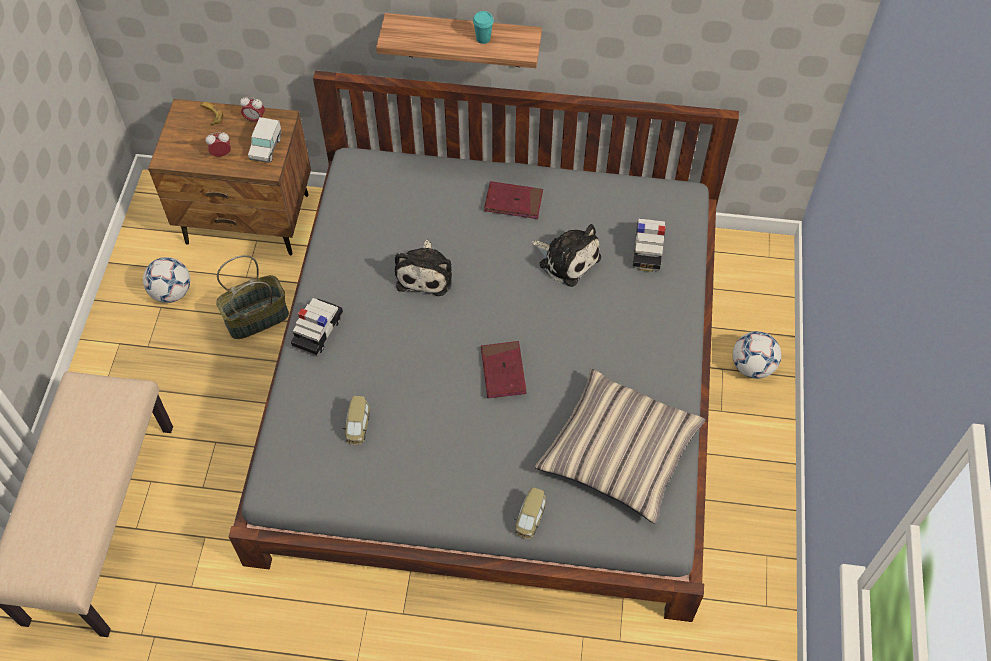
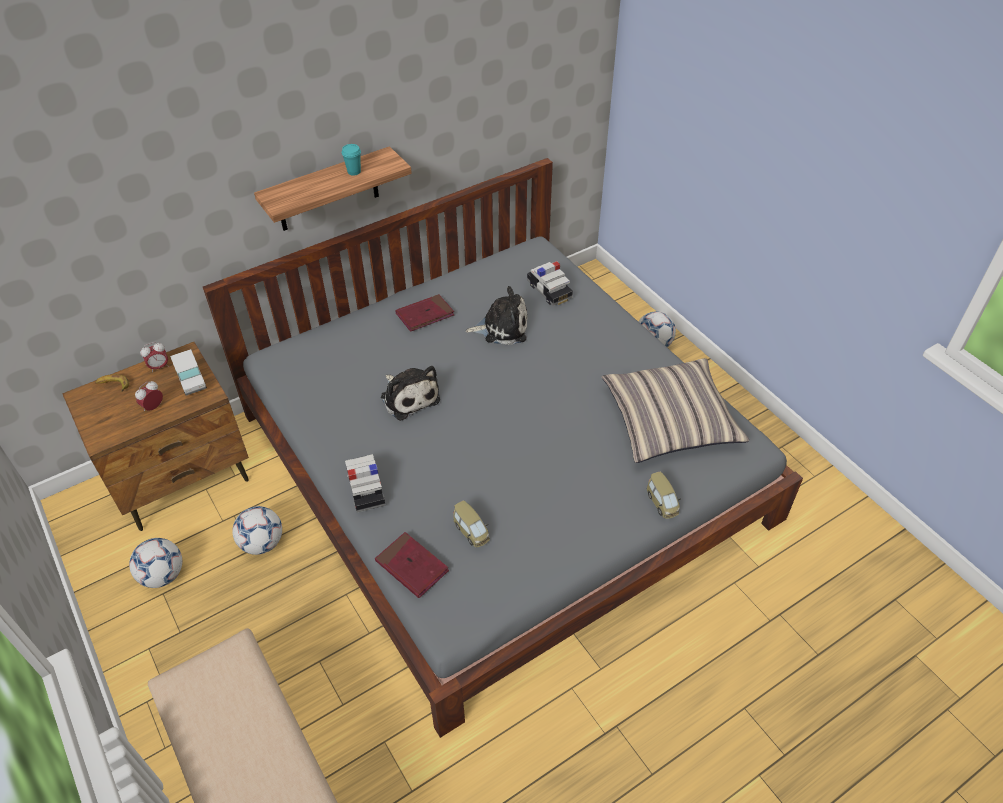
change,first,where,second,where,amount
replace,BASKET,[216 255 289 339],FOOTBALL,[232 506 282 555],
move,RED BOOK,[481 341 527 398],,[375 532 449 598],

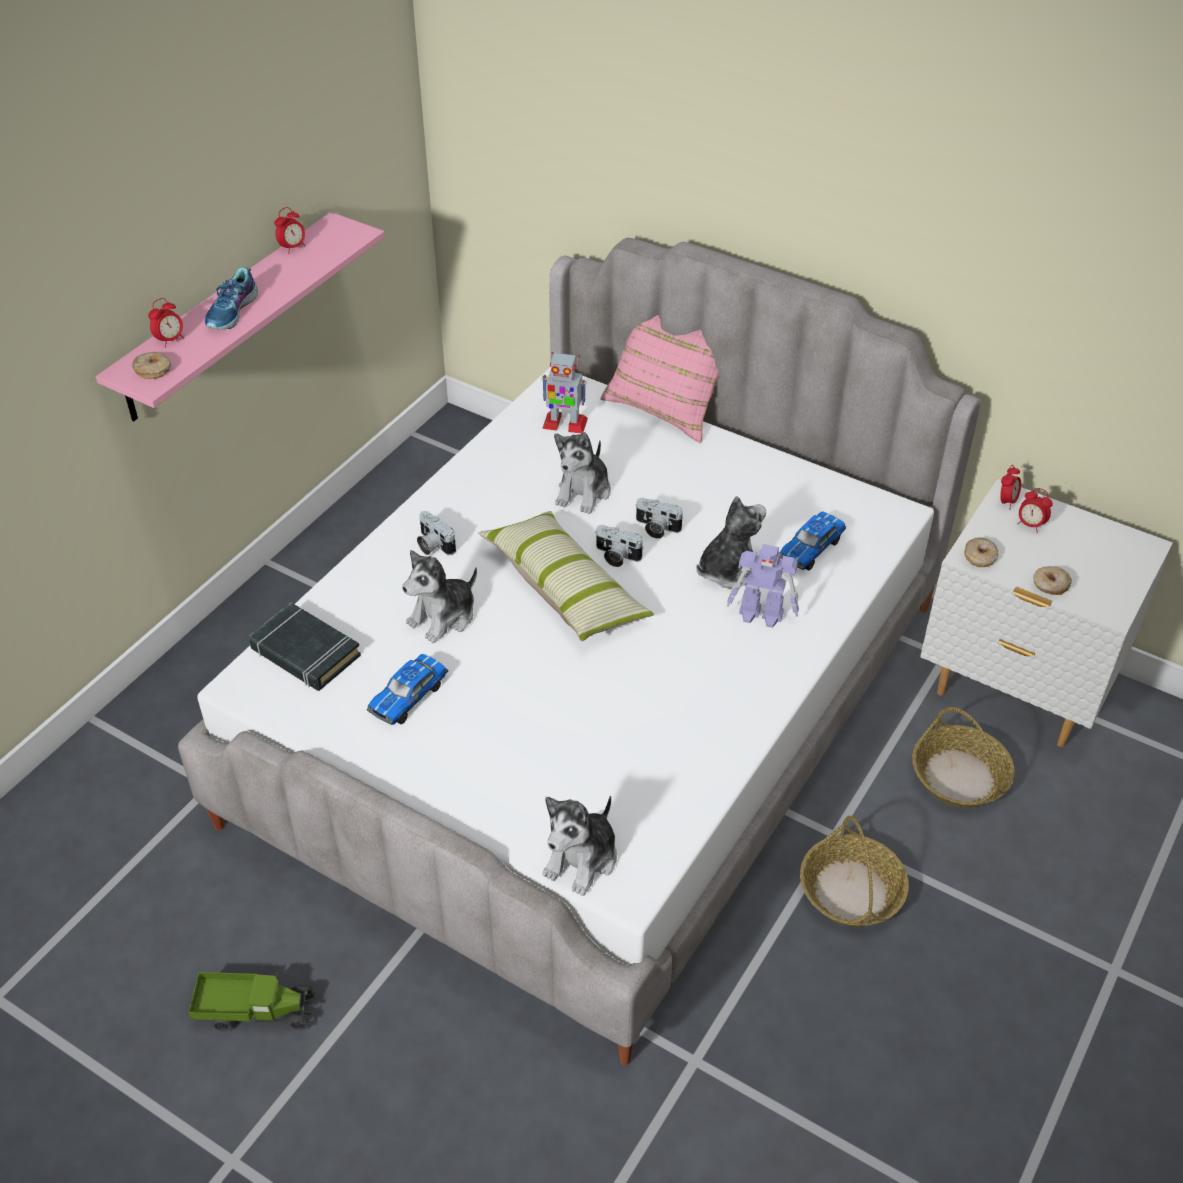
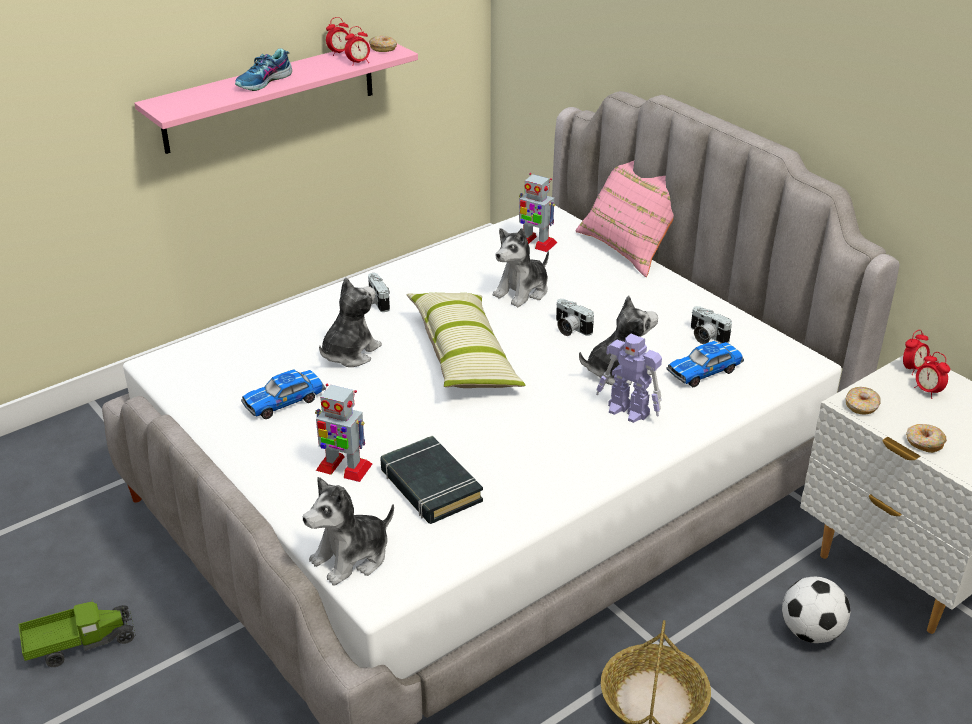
change,first,where,second,where,amount
rotate,TOY TRUCK,[188 970 316 1031],,[18 600 136 667],45 degrees counterclockwise
insert,,,TOY ROBOT,[315 384 372 482],
rotate,PLUSH TOY,[402 550 477 643],,[319 278 382 367],150 degrees clockwise
move,ALARM CLOCK,[148 298 184 348],,[345 26 370 66],
move,DONUT,[132 352 171 379],,[369 36 397 52],
move,BLACK BOOK,[249 602 361 691],,[380 436 483 524],
move,PHOTO CAMERA,[595 525 644 567],,[691 306 732 344],
replace,BASKET,[912 707 1015 808],FOOTBALL,[782 577 850 643],

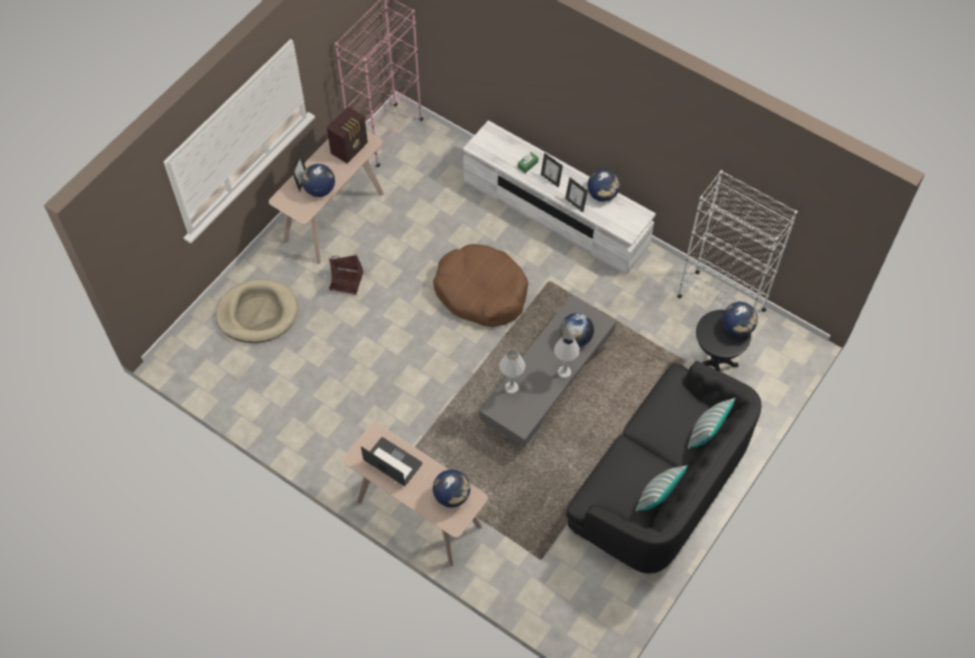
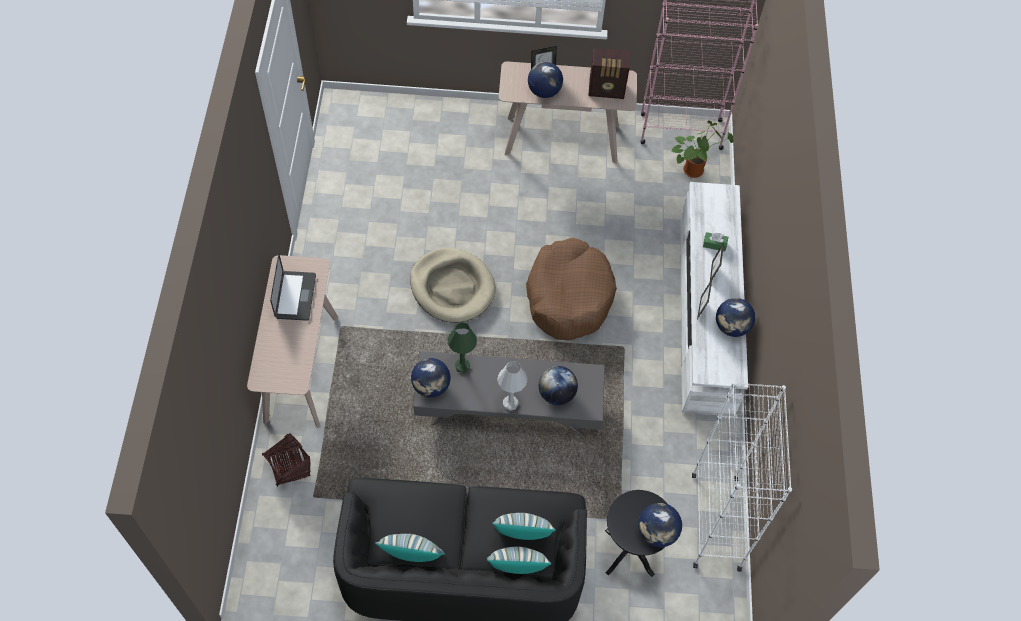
change,first,where,second,where,amount
move,BASKET,[329 255 363 295],,[262 433 311 487],
move,BEIGE DOG BED,[216 279 298 343],,[410 248 496 323],
move,GLOBE,[433 470 470 507],,[411 358 450 398],
recolor,WHITE TABLE LAMP,[499 350 525 394],GREEN TABLE LAMP,[448 322 477 373],
insert,,,PILLOW,[492 513 555 540],
insert,,,POTTED PLANT,[672 120 734 178],

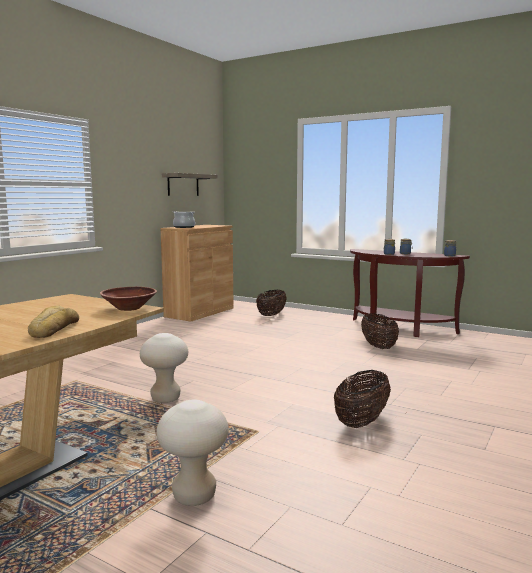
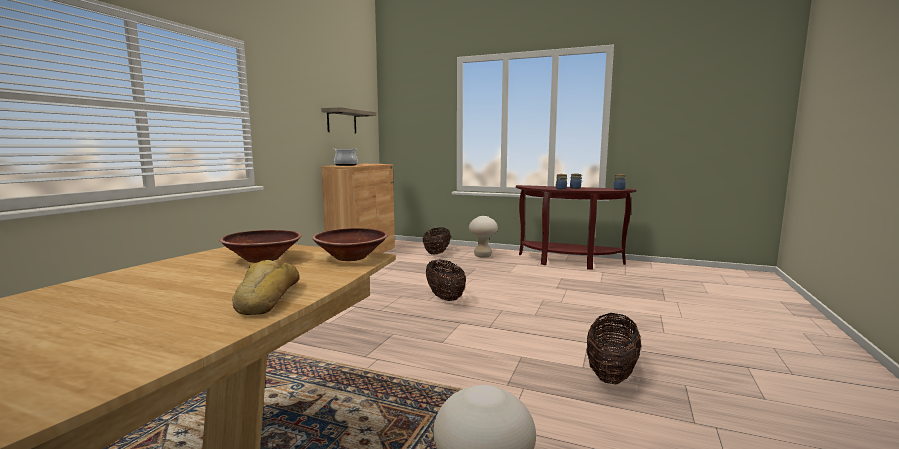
change,first,where,second,where,amount
insert,,,BROWN BOWL,[219 230 301 263],
move,BASKET,[361 313 399 349],,[426 260 466 301],
move,BEIGE STOOL,[140 333 188 403],,[469 216 498 258],

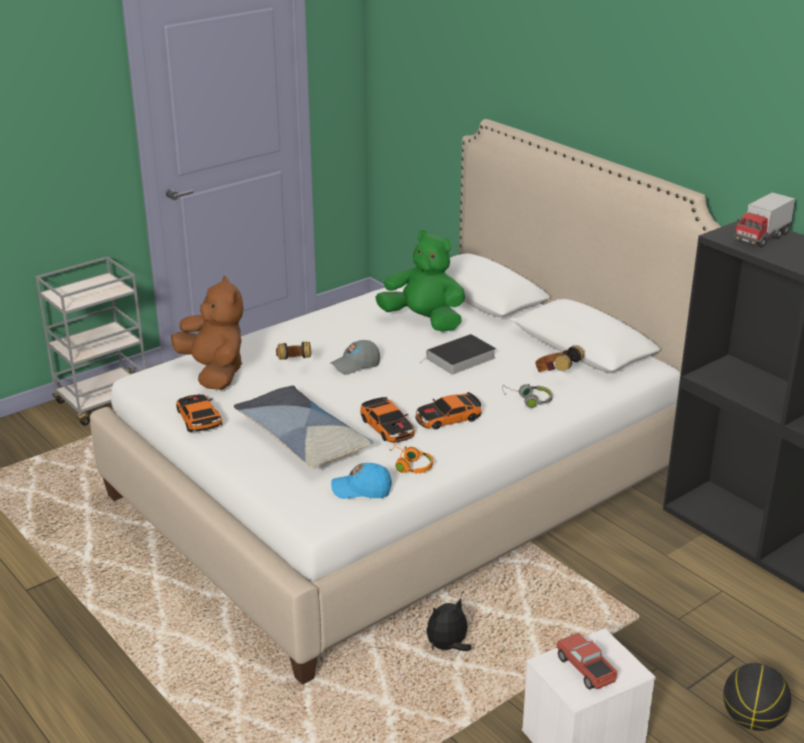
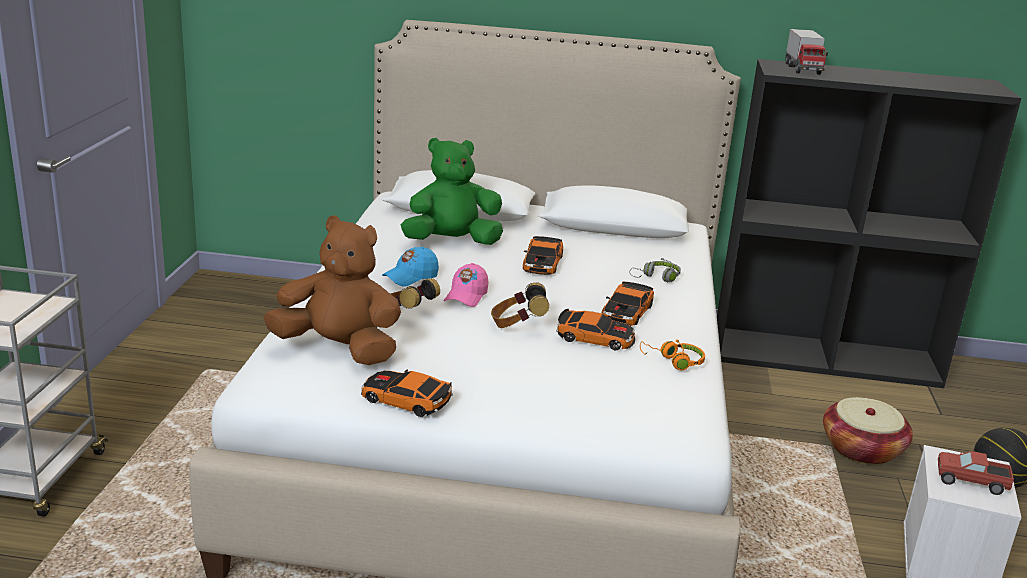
change,first,where,second,where,amount
move,BLUE CAP,[331 463 392 499],,[382 247 439 287],
recolor,GREY CAP,[330 340 380 375],PINK CAP,[443 263 489 307],
move,HEADPHONES,[535 345 584 372],,[491 282 549 328],
replace,BOOK,[421 334 496 374],TOY CAR,[523 236 563 275],
insert,,,BASKET,[823 397 913 465],
delete,PILLOW,[234 386 374 469],,,
delete,PLUSH TOY,[426 598 471 651],,,

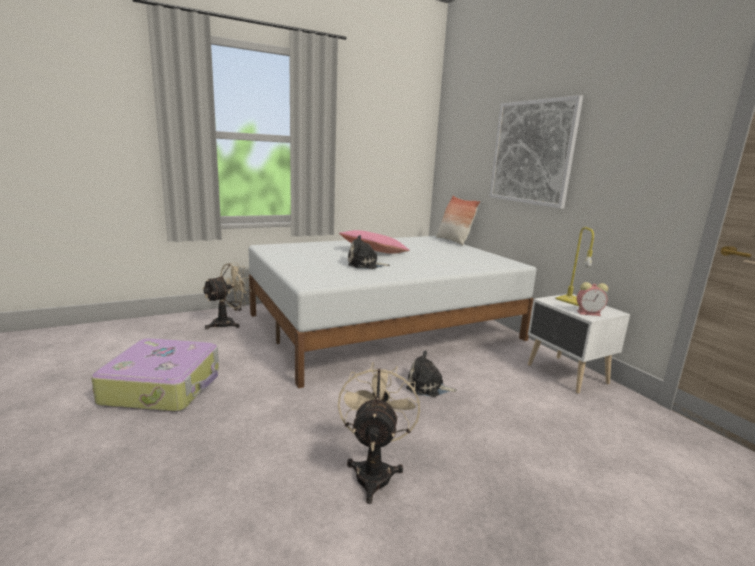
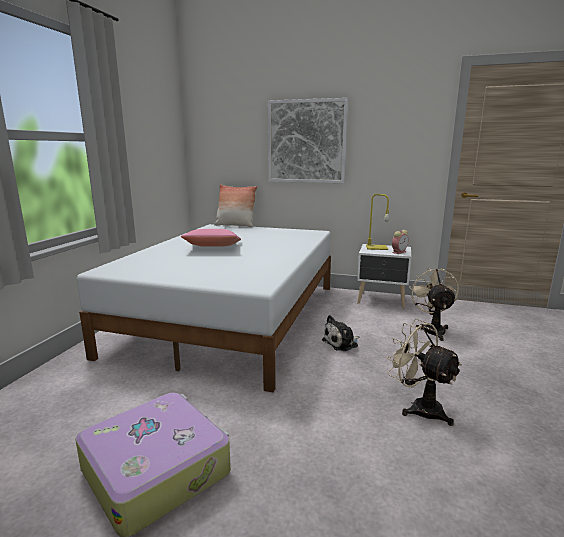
change,first,where,second,where,amount
move,BEIGE FAN,[202 262 252 330],,[409 267 459 341],
delete,PLUSH TOY,[348 235 390 269],,,

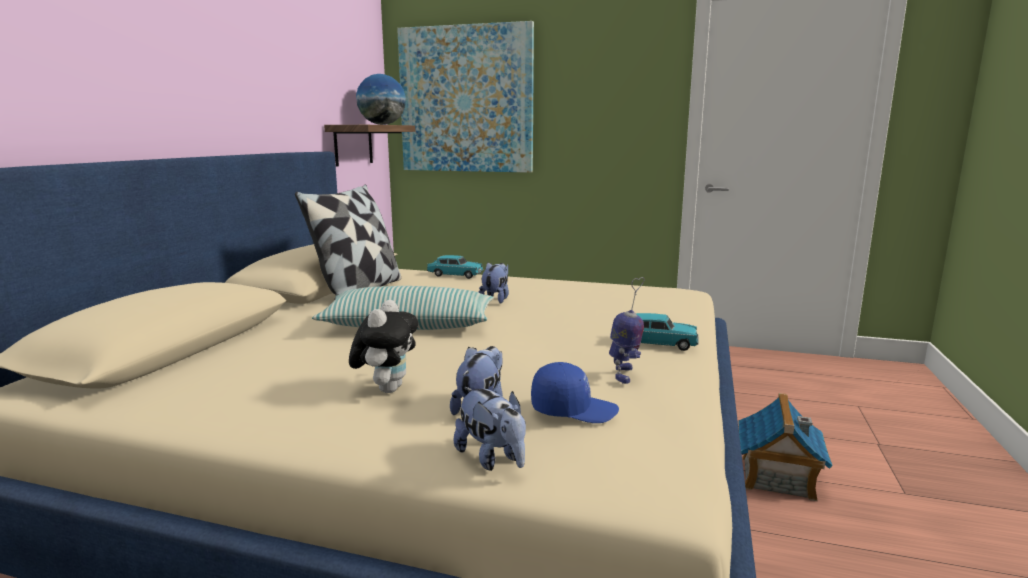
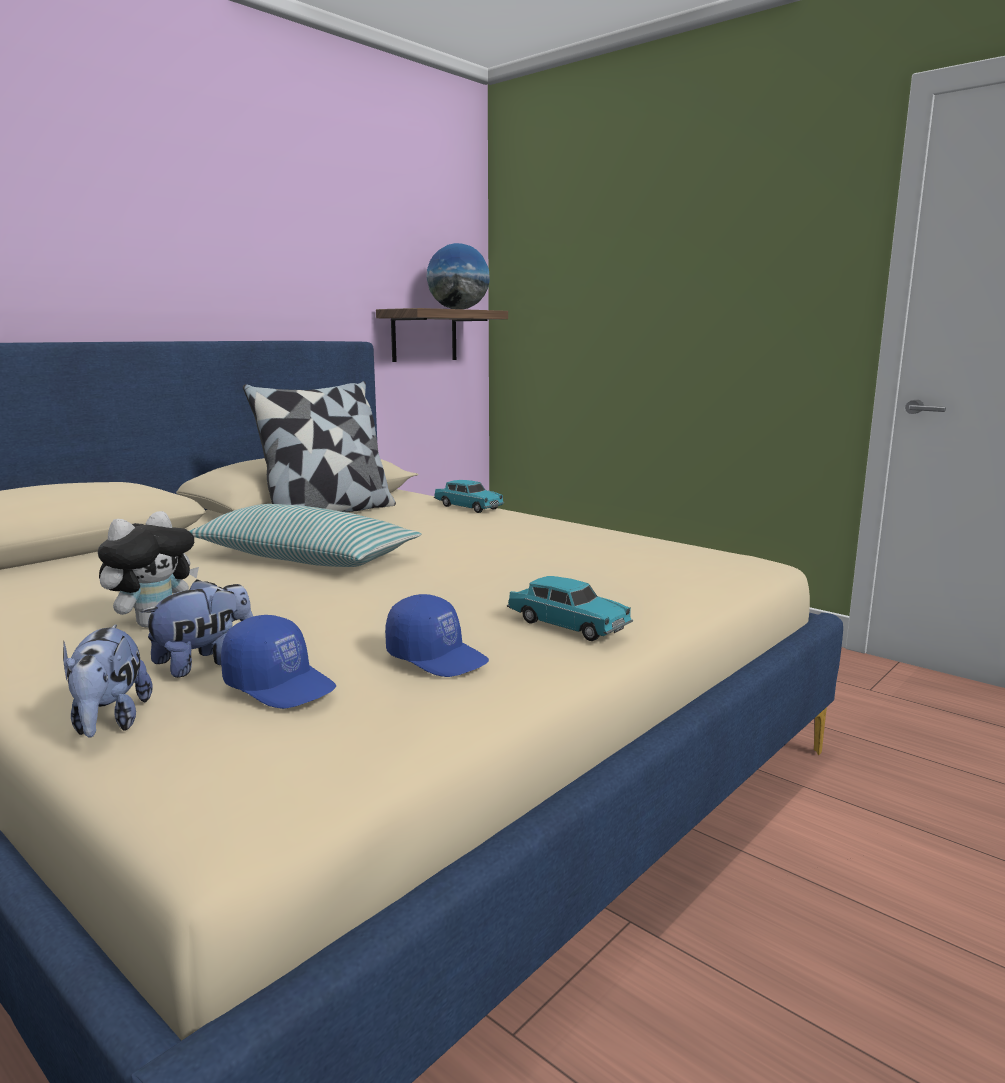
change,first,where,second,where,amount
replace,TOY ROBOT,[609 277 644 384],BLUE CAP,[385 594 489 677],
delete,PICTURE,[397 21 534 173],,,
delete,PLUSH TOY,[479 262 509 303],,,
delete,TOY HOUSE,[739 393 833 501],,,

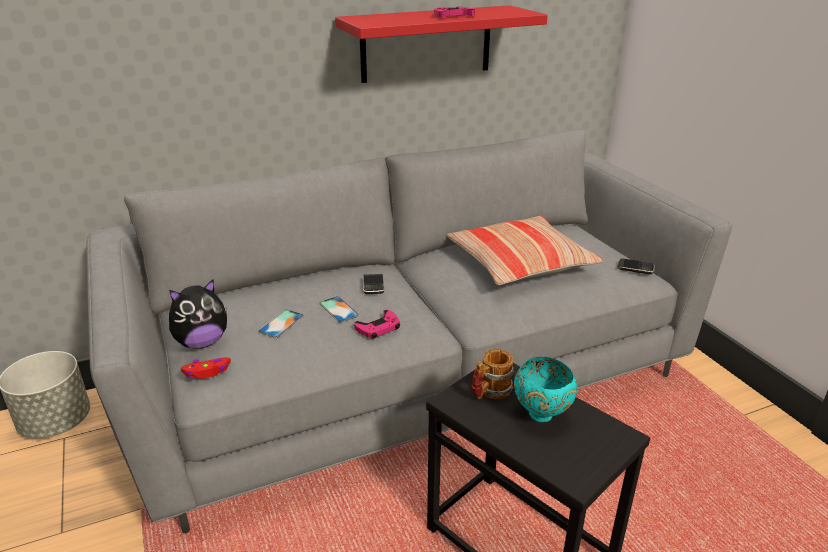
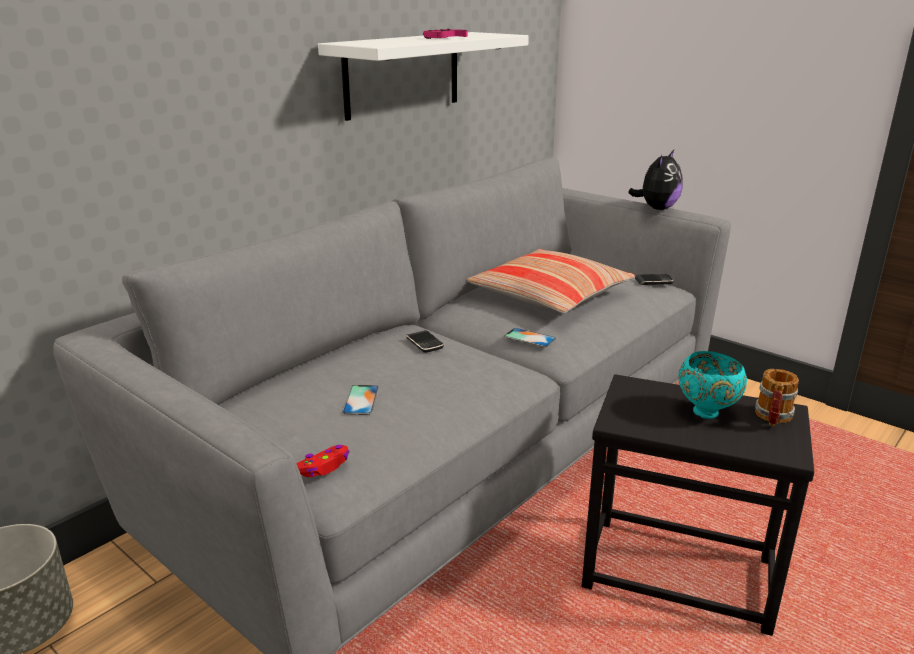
change,first,where,second,where,amount
recolor,RED SHELF,[335 5 548 83],WHITE SHELF,[318 32 529 121],
move,PHONE,[319 296 359 323],,[504 328 556 347],
move,PLUSH TOY,[169 280 227 348],,[628 150 683 210],
move,MUG,[472 349 514 399],,[755 369 799 426],
delete,PINK GAME CONTROLLER,[354 310 400 339],,,

